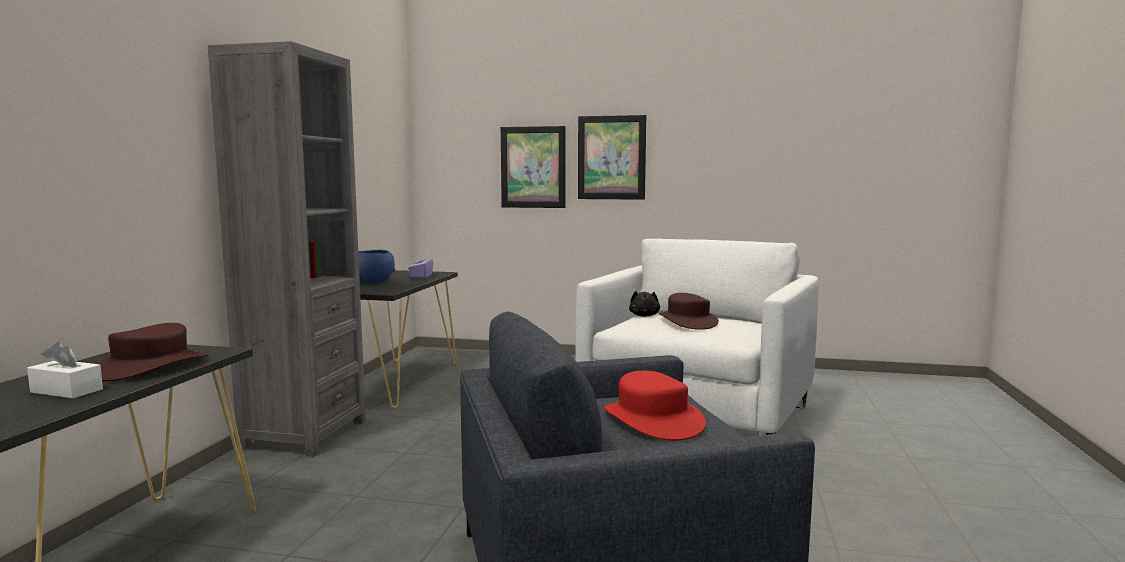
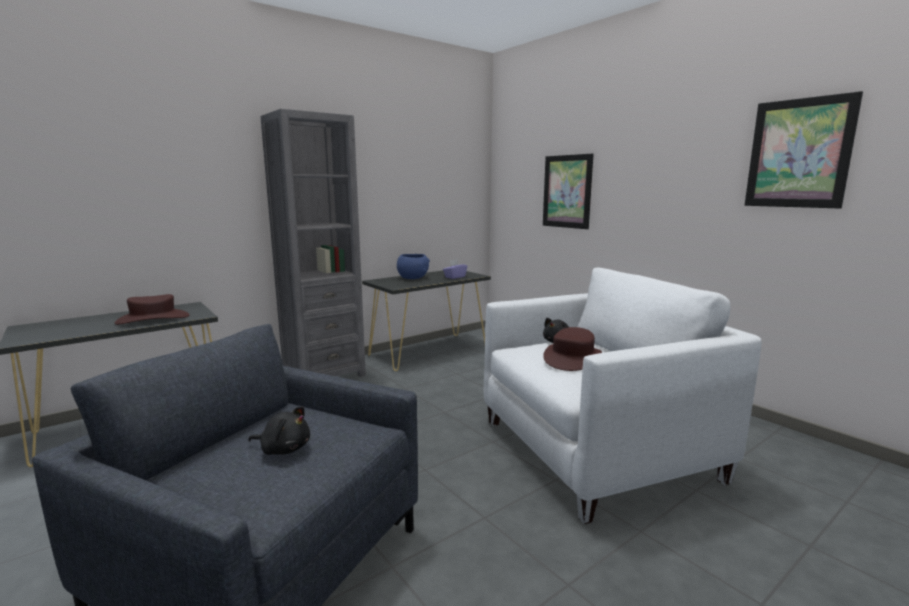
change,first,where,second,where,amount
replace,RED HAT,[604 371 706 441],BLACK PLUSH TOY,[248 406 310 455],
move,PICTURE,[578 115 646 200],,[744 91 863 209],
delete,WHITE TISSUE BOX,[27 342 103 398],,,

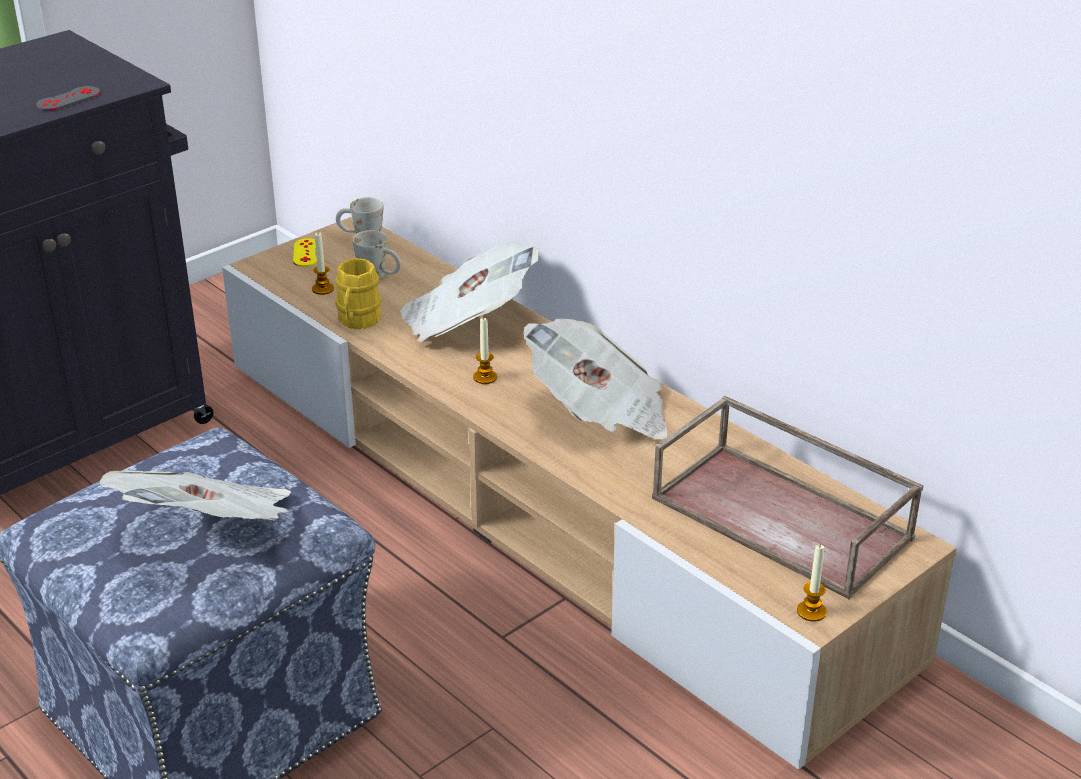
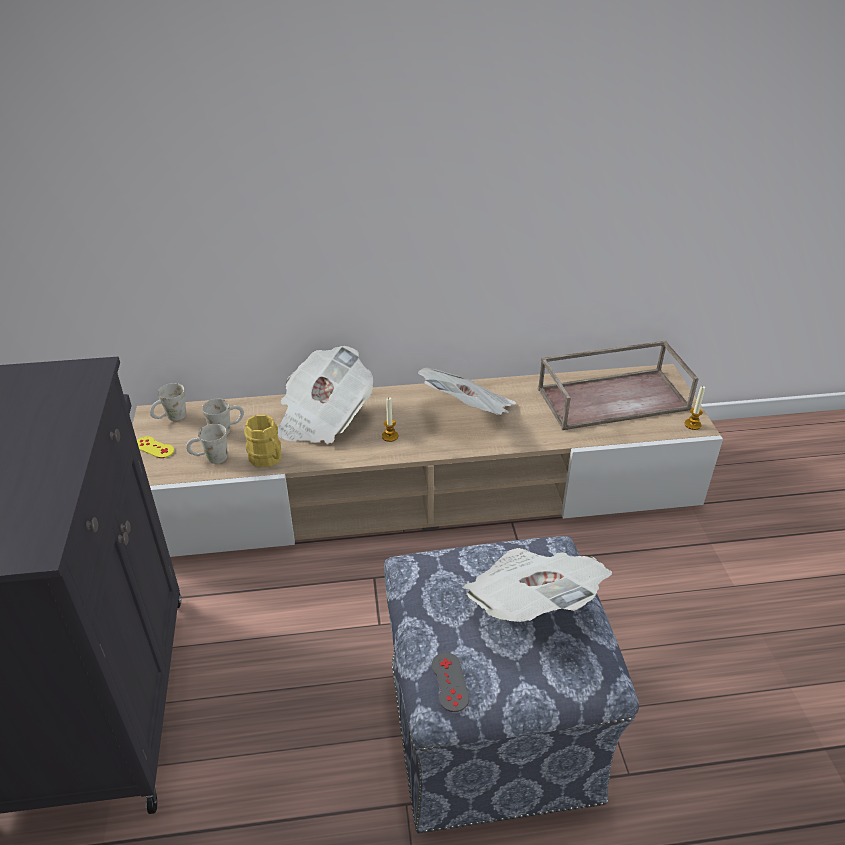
change,first,where,second,where,amount
replace,CANDLE,[312 232 334 295],WHITE MUG,[186 424 227 464],
move,GREY GAME CONTROLLER,[36 86 100 111],,[432 653 469 712],

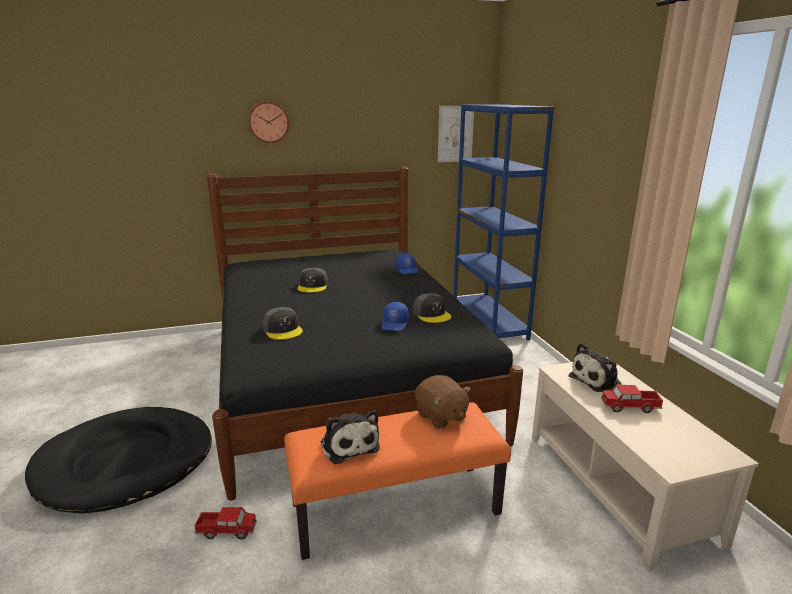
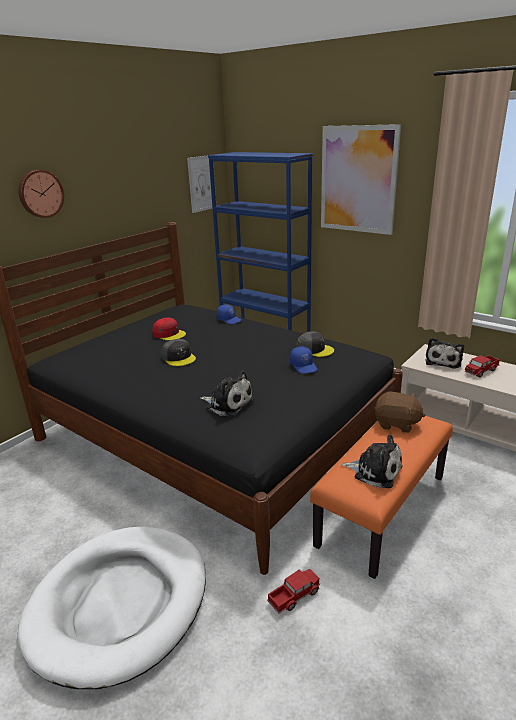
change,first,where,second,where,amount
recolor,BLACK DOG BED,[25 407 212 514],WHITE DOG BED,[18 526 206 689],
insert,,,RED CAP,[152 318 186 341],
replace,GREY CAP,[263 307 303 340],PLUSH TOY,[200 371 254 417],
insert,,,PICTURE,[321 124 401 235],

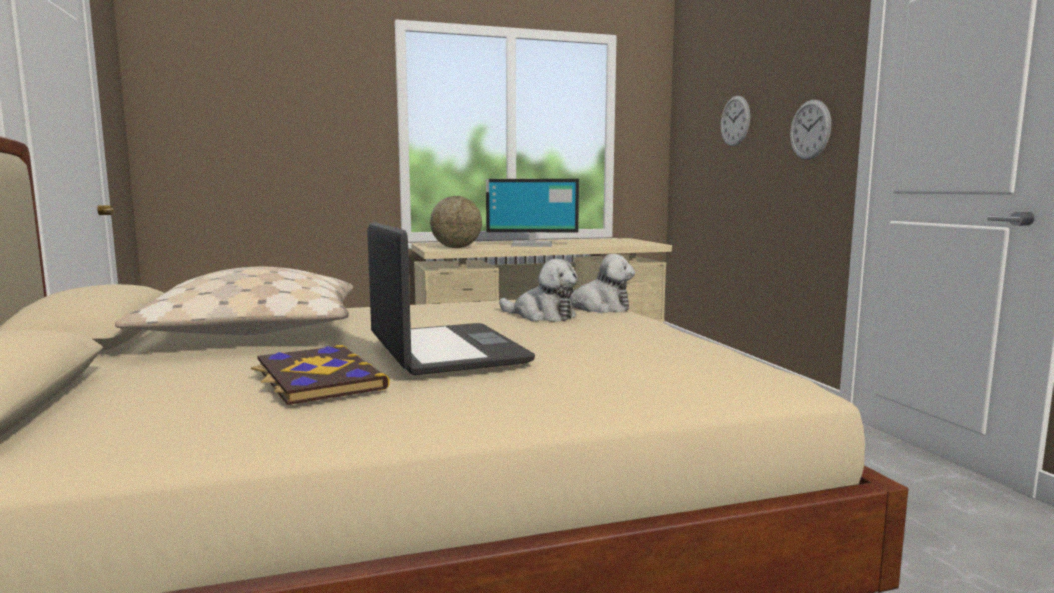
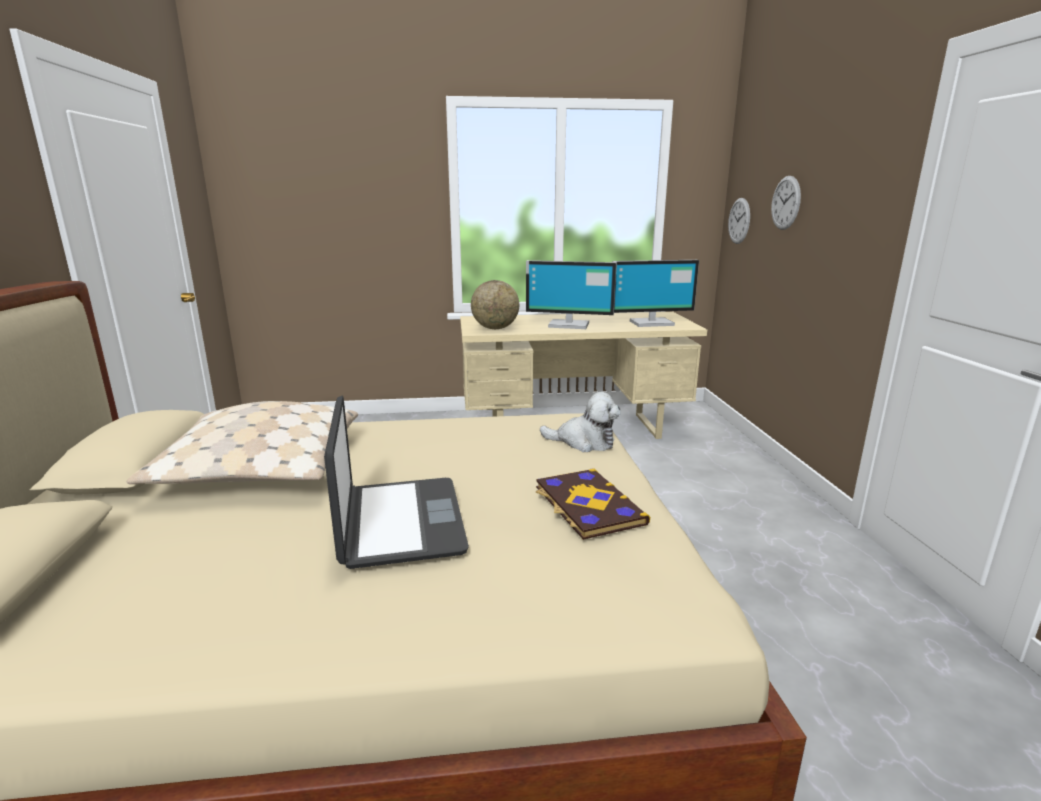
change,first,where,second,where,amount
move,BOOK,[251 345 390 405],,[536 468 650 540],
insert,,,MONITOR,[612 260 699 327],
move,WALL CLOCK,[790 100 831 160],,[728 198 750 244],
delete,PLUSH TOY,[499 259 578 322],,,

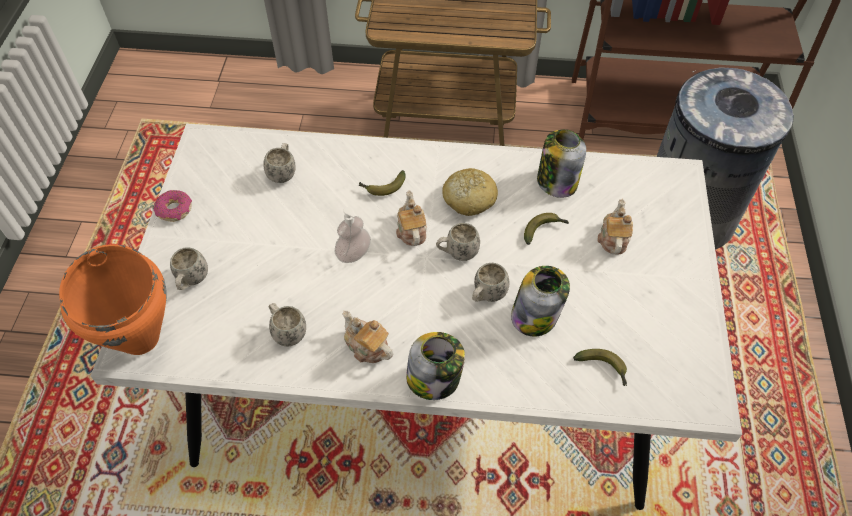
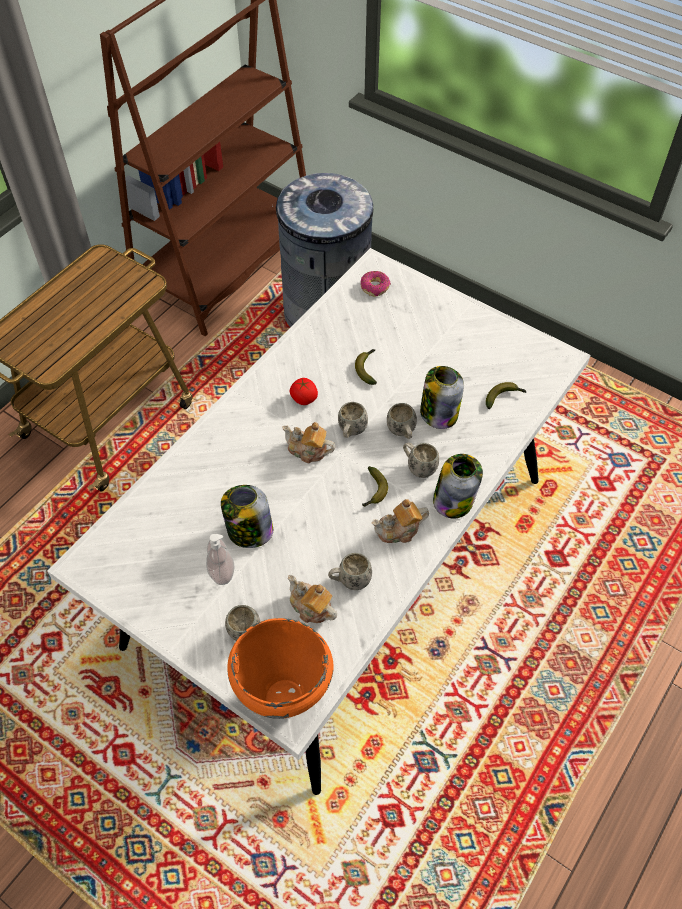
change,first,where,second,where,amount
move,SOAP DISPENSER,[334 207 371 263],,[206 534 234 585],
move,JAR,[537 129 586 198],,[221 485 273 548],
move,TEAPOT,[598 199 633 254],,[288 575 337 623],
replace,BREAD,[442 168 498 216],TOMATO,[290 378 318 405],
move,DONUT,[154 190 192 222],,[360 271 391 296],
move,BANANA,[358 170 406 196],,[362 466 388 507],
move,WHITE MUG,[263 143 296 183],,[403 443 439 478],

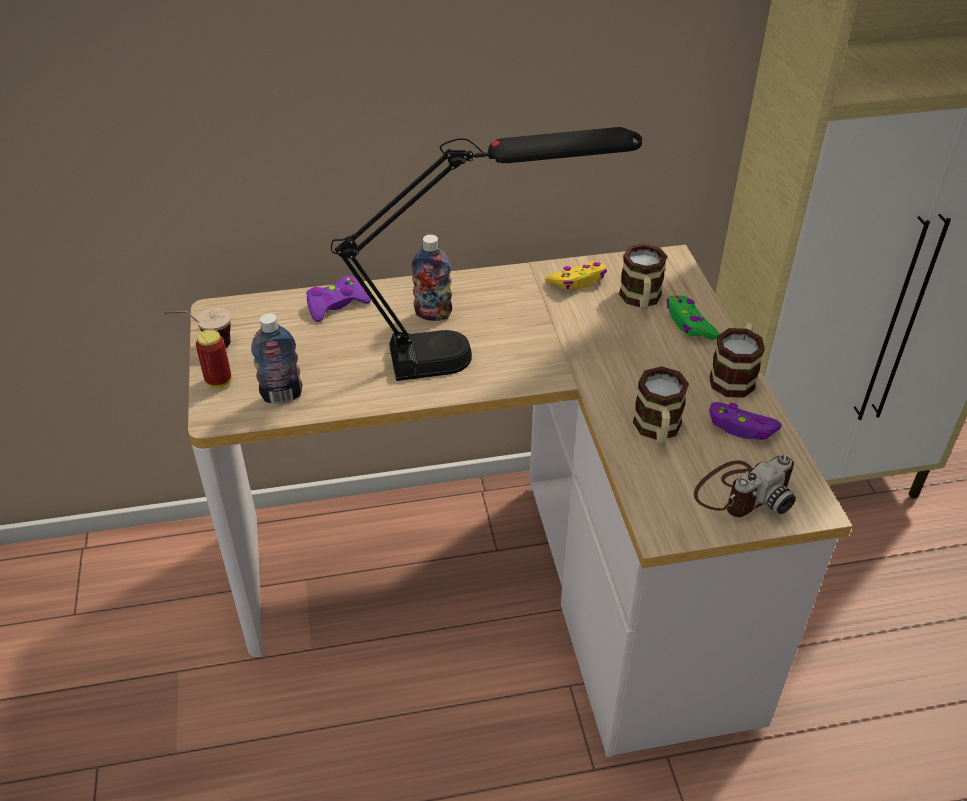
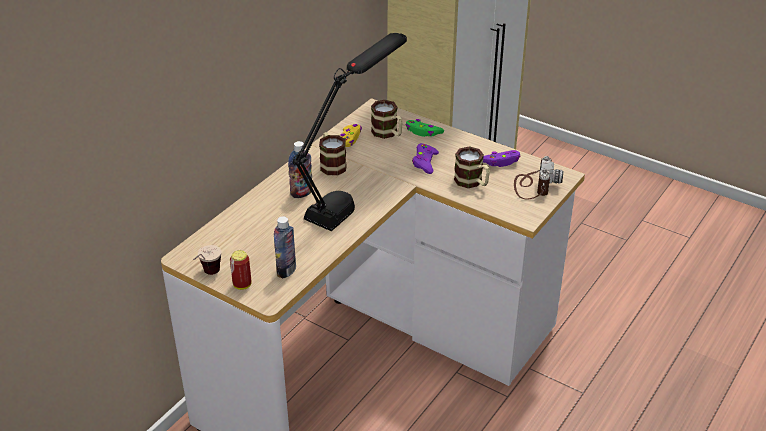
change,first,where,second,where,amount
move,MUG,[709 322 765 398],,[319 132 347 176],
move,PURPLE GAME CONTROLLER,[306 276 371 322],,[412 143 439 174],

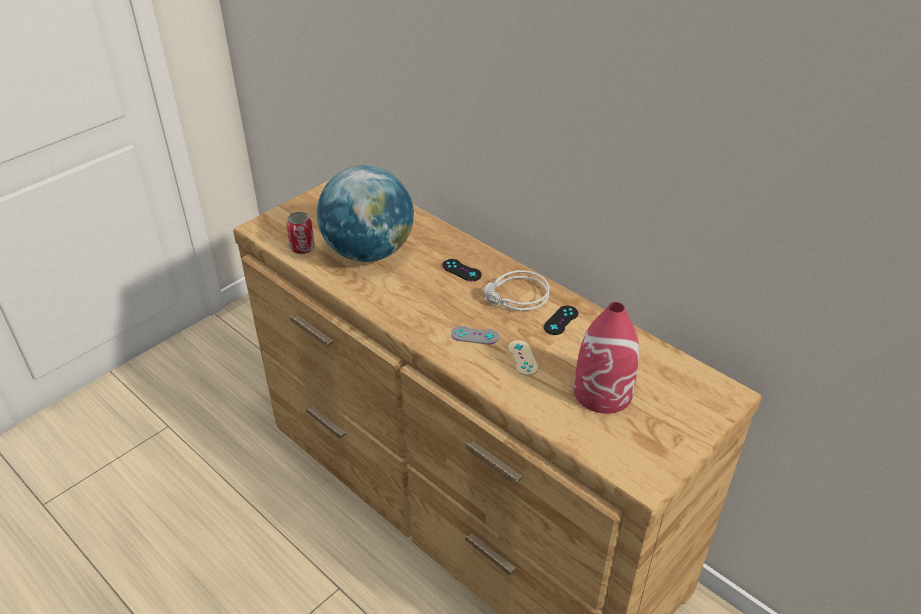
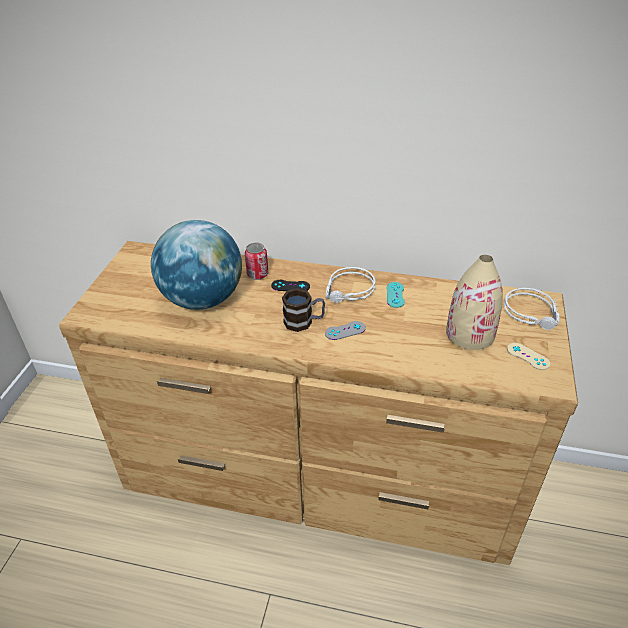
change,first,where,second,where,amount
move,CAN,[286 212 315 254],,[245 242 268 280],
insert,,,MUG,[282 288 325 332],
recolor,BLACK GAME CONTROLLER,[544 306 578 335],TURQUOISE GAME CONTROLLER,[387 282 405 308],
recolor,RED VASE,[574 302 639 414],BEIGE VASE,[446 255 503 350],
insert,,,GREY HEADPHONES,[504 288 559 330],
move,BEIGE GAME CONTROLLER,[508 340 538 376],,[507 343 550 370],

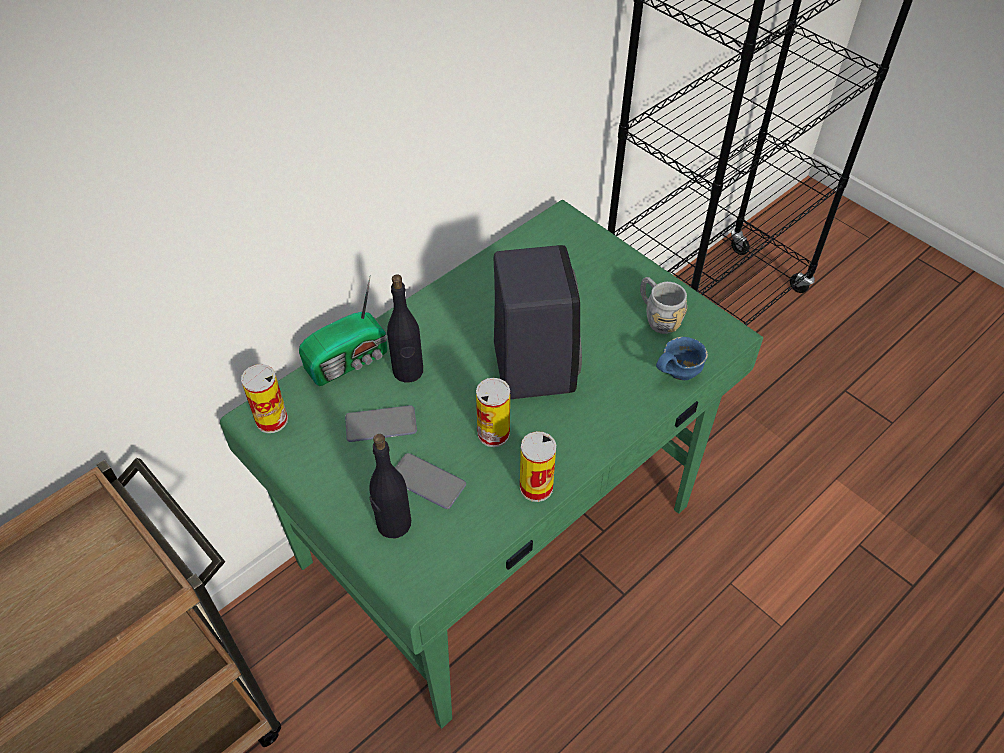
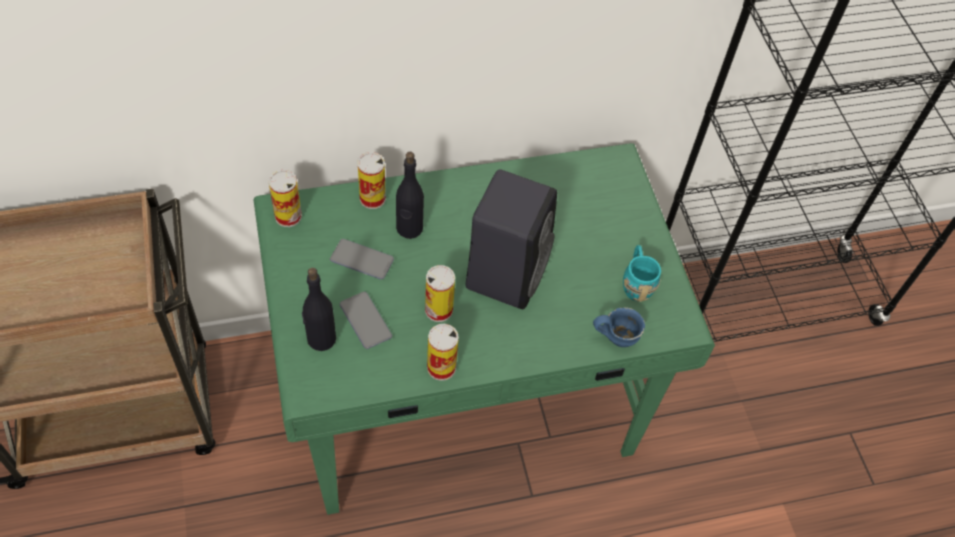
change,first,where,second,where,amount
replace,RADIO,[299 275 388 386],CAN,[358 152 386 209],
recolor,GREY MUG,[640 277 687 334],TURQUOISE MUG,[623 245 661 302],

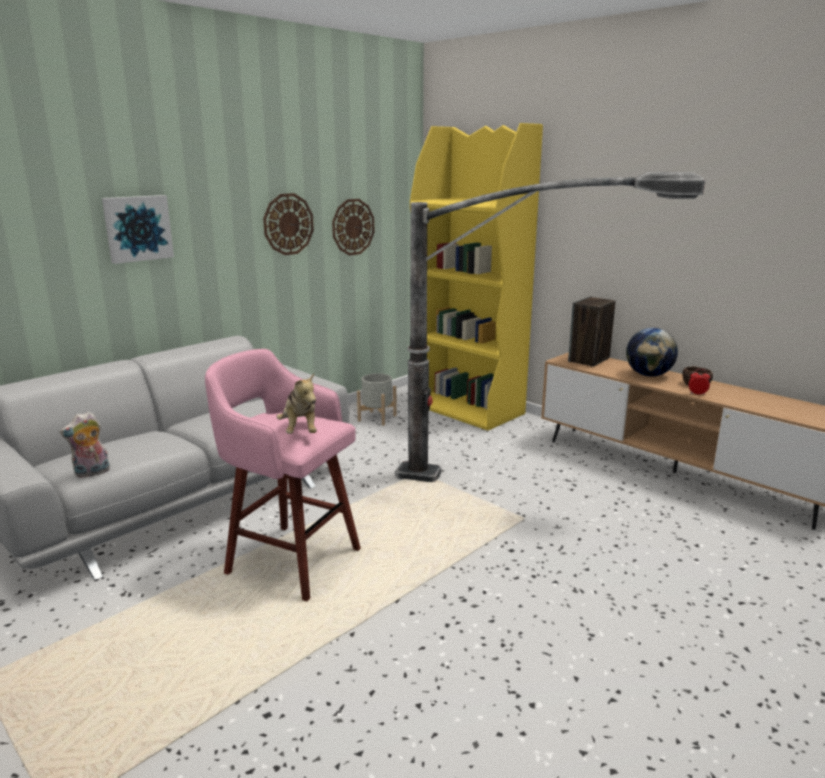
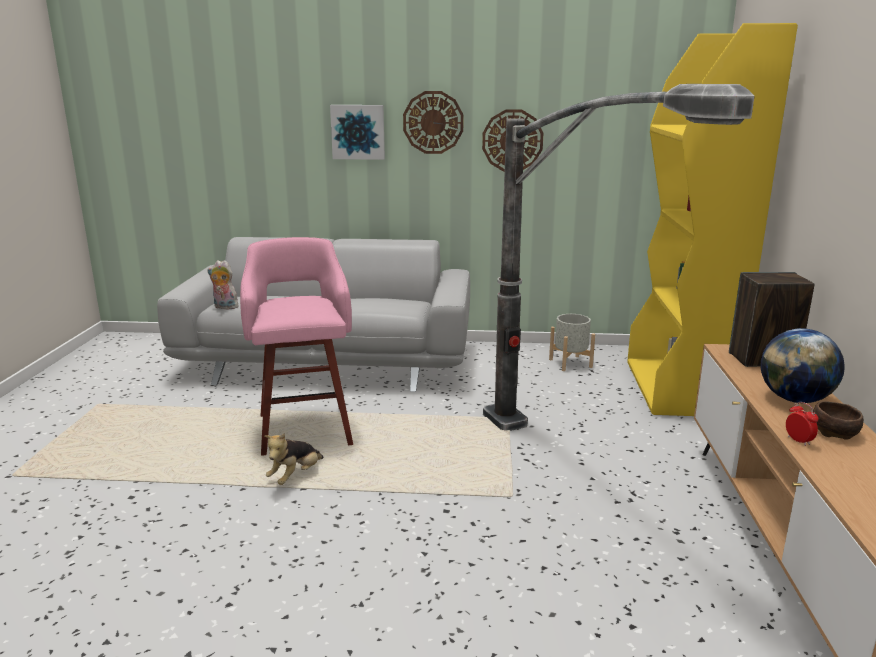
change,first,where,second,where,amount
move,PLUSH TOY,[277 373 317 434],,[264 433 324 485],
move,WALL CLOCK,[332 199 374 256],,[403 91 464 154],

